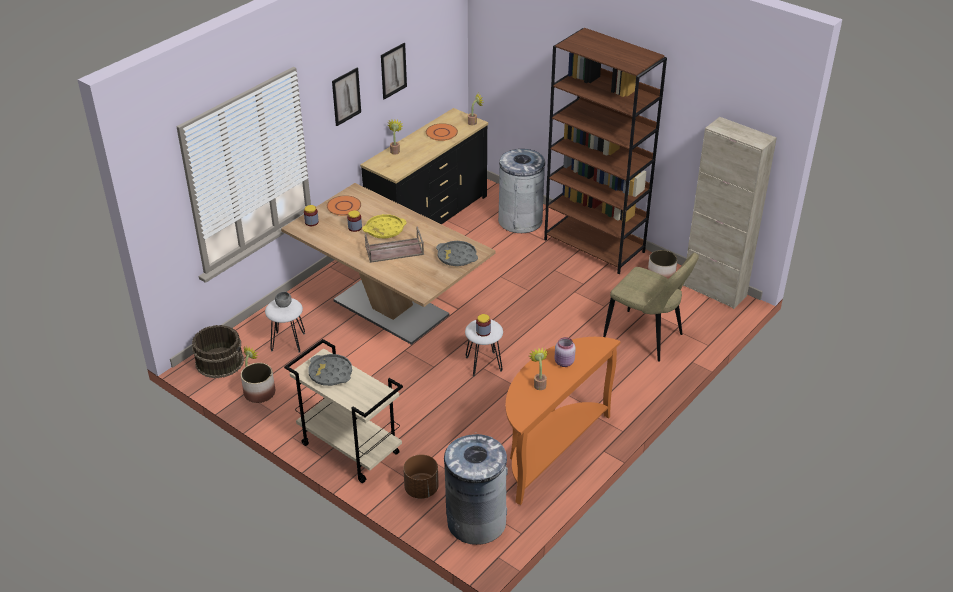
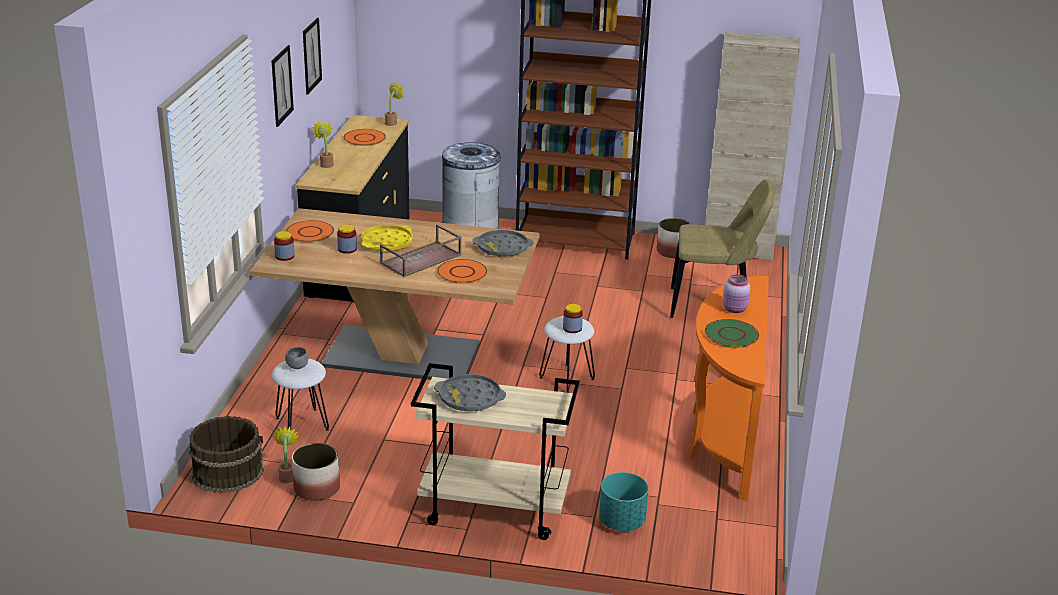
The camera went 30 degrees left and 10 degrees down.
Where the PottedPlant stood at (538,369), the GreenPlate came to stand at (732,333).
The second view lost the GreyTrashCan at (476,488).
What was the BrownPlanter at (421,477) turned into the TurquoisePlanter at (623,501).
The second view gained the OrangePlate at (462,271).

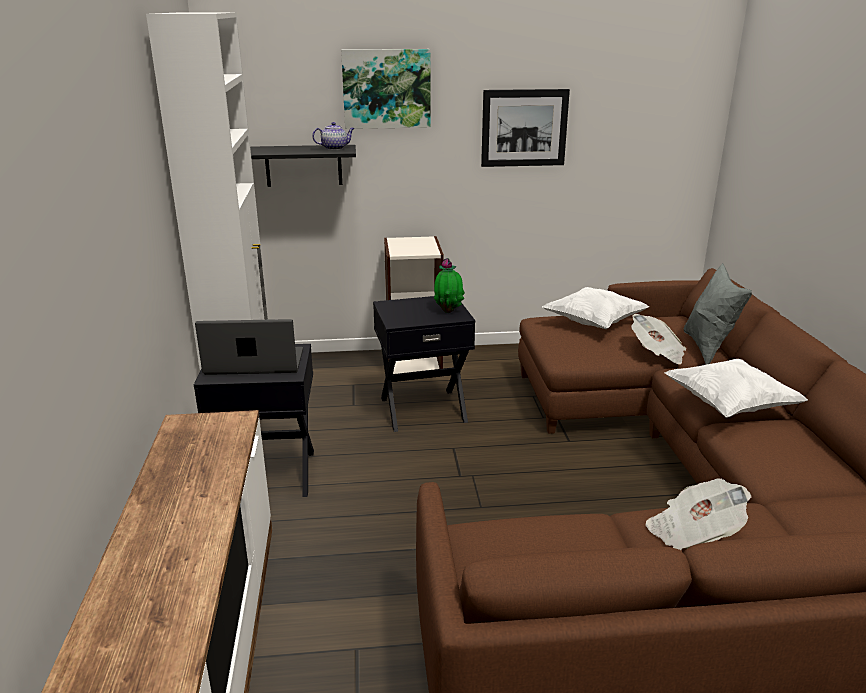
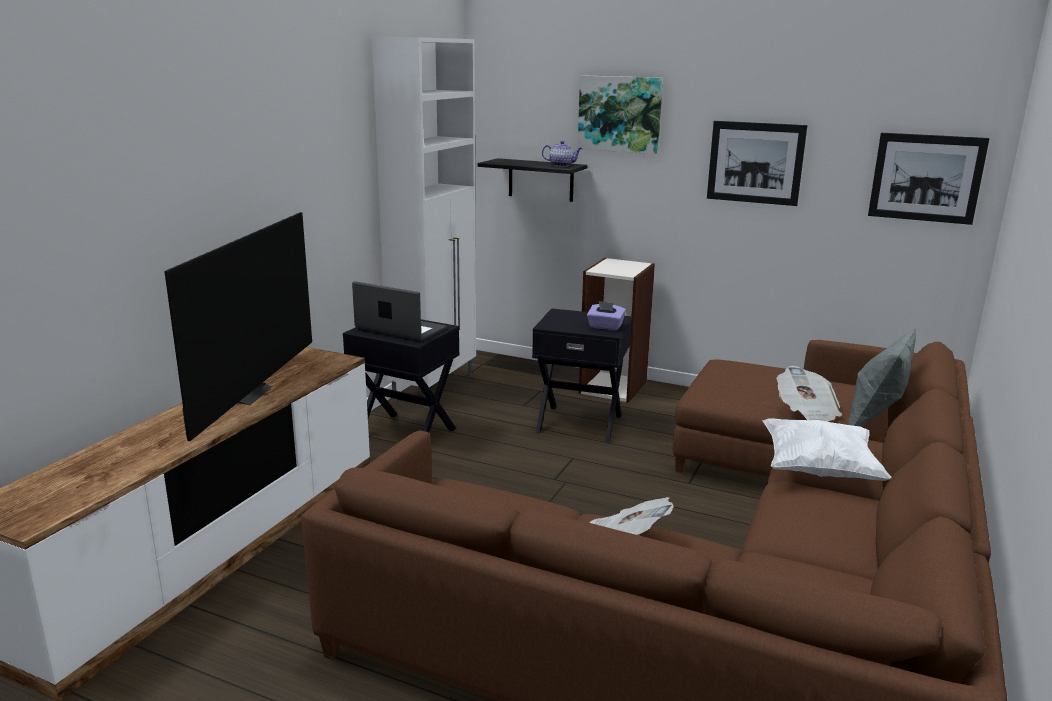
The camera went 30 degrees right and 5 degrees down.
Where the PottedPlant stood at (449,285), the PurpleTissueBox came to stand at (606,316).
The second view lost the WhitePillow at (595,308).
The second view gained the Picture at (928,179).
The second view gained the Television at (238,326).

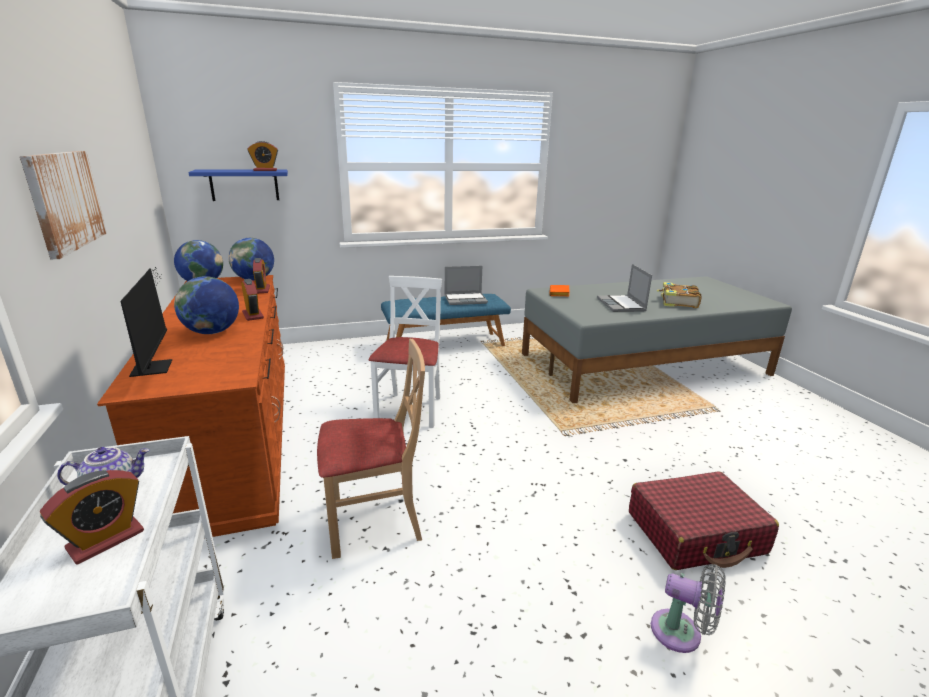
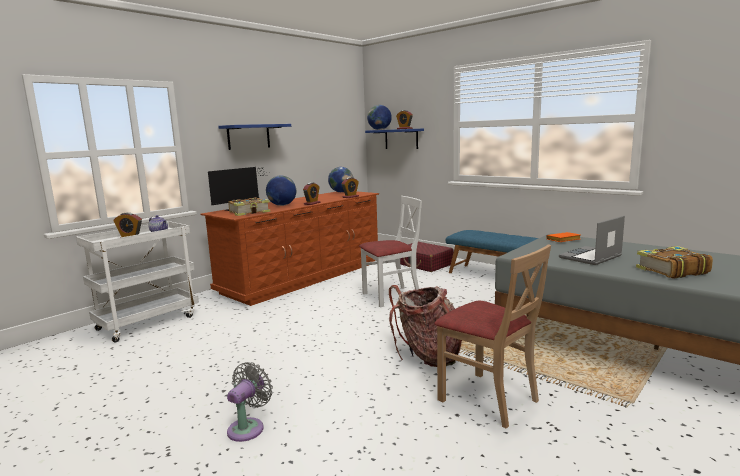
The camera went 60 degrees right and 10 degrees down.
Where the Picture hung at (63,205), the BlueShelf came to hang at (254,137).
The Globe ended up elsewhere, having gone from (251,259) to (379,117).
The second view lost the Laptop at (466,285).
The BeigeChair ended up elsewhere, having gone from (371,449) to (493,336).
The RedSuitcase ended up elsewhere, having gone from (704,520) to (427,256).
The GreyFan at (688,608) ended up facing another way, 150 degrees counterclockwise from before.
The second view gained the Book at (249,206).
The second view gained the Backpack at (425,326).

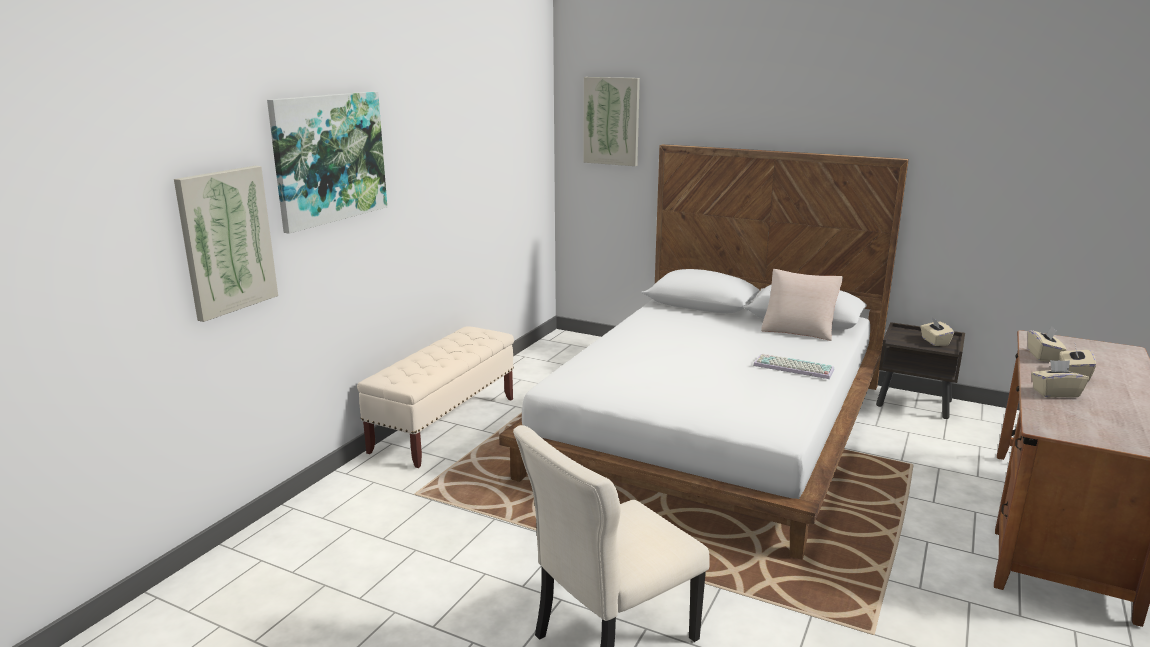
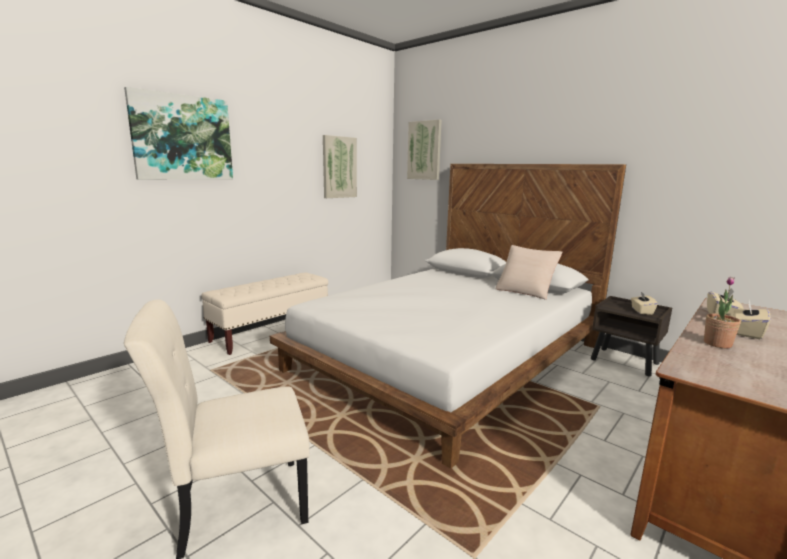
The camera went 15 degrees right and 5 degrees down.
The Picture ended up elsewhere, having gone from (226,244) to (340,166).
The second view lost the Keyboard at (793,366).
Where the BeigeTissueBox stood at (1060,378), the PottedPlant came to stand at (722,312).

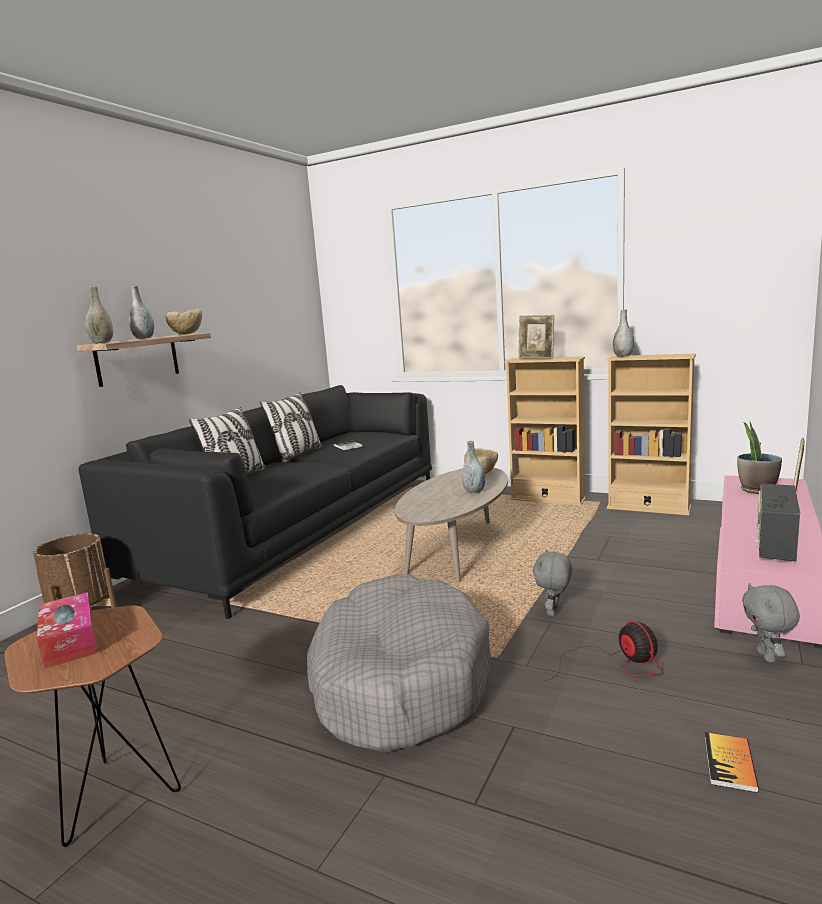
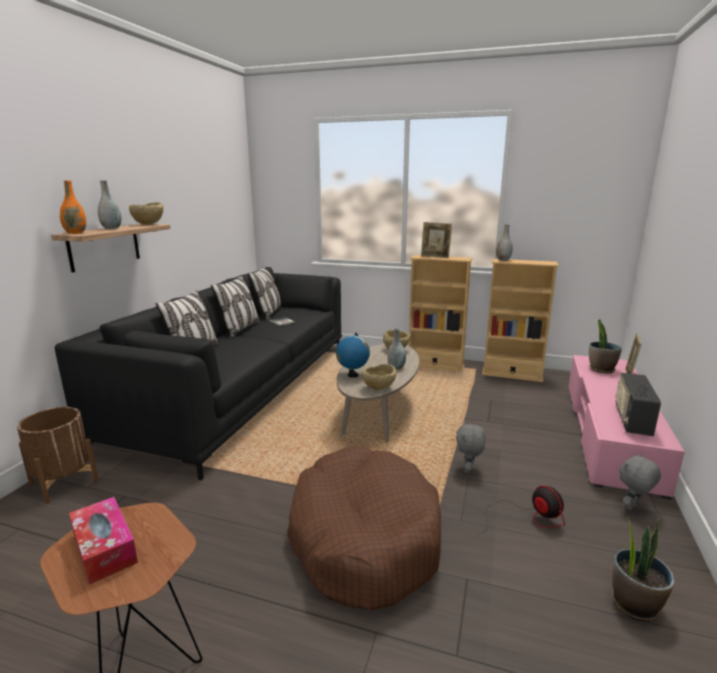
The camera went 10 degrees left and 5 degrees up.
What was the GreyVase at (99,314) turned into the OrangeVase at (73,207).
What was the GreyDogBed at (398,663) turned into the BrownDogBed at (364,528).
The GreyPlushToy at (771,622) ended up facing another way, 60 degrees clockwise from before.
Where the Book stood at (732,762), the PottedPlant came to stand at (643,568).
The second view gained the Pillow at (264,292).
The second view gained the Globe at (353,355).
The second view gained the BeigeBowl at (379,377).

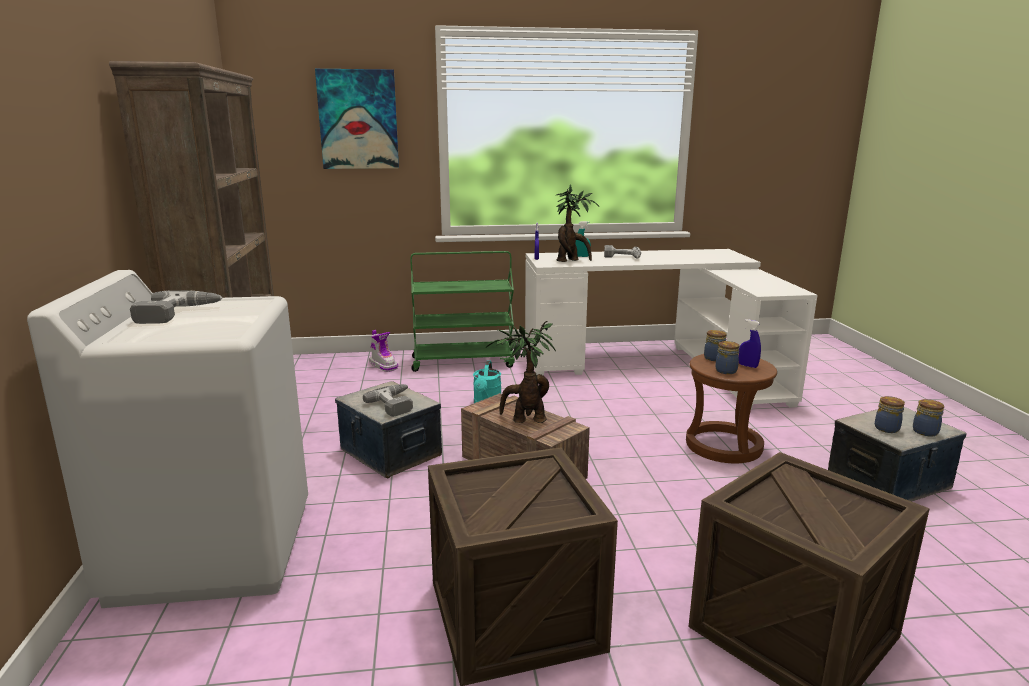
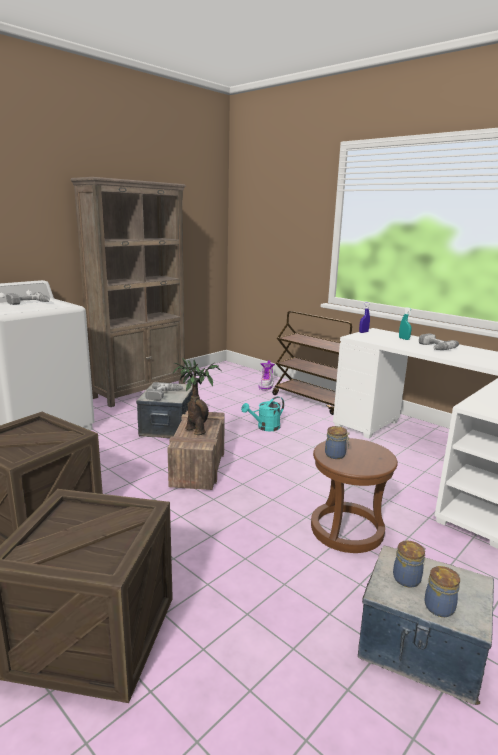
The camera went 50 degrees right and 0 degrees up.
The second view lost the Picture at (357,119).
The second view lost the PottedPlant at (577,223).
What was the GreenCart at (462,311) turned into the BrownCart at (312,363).
The second view lost the BlueSprayBottle at (750,343).
The second view lost the Jar at (715,345).

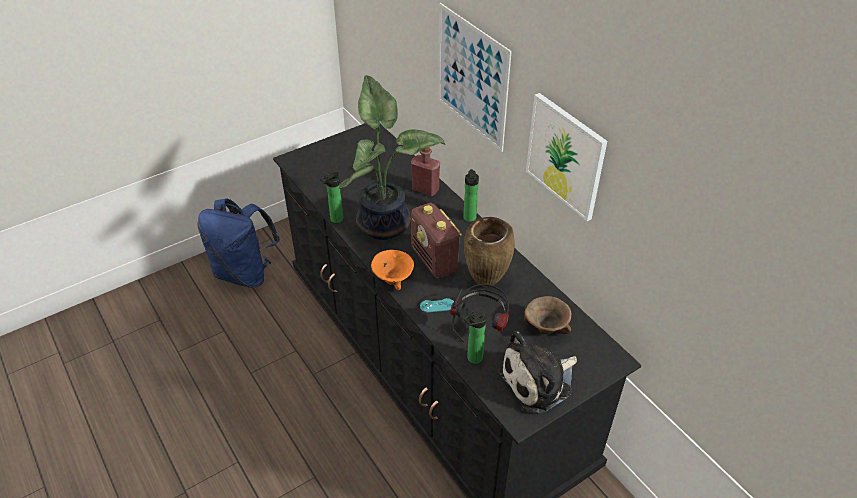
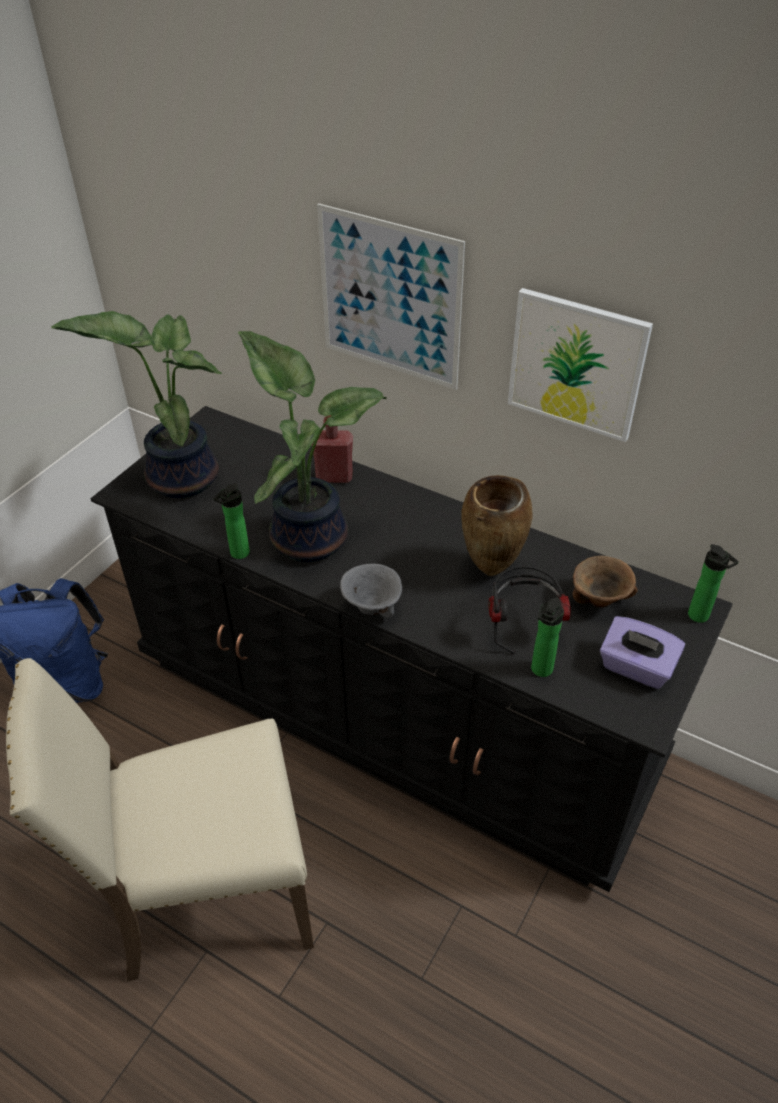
The camera went 25 degrees left and 0 degrees up.
The Bottle ended up elsewhere, having gone from (471,195) to (713,583).
The second view lost the Radio at (436,240).
What was the OrangeBowl at (392,270) turned into the GreyBowl at (371,591).
The second view lost the TurquoiseGameController at (437,305).
Where the PlushToy stood at (537,372), the PurpleTissueBox came to stand at (642,652).
The second view gained the PottedPlant at (136,404).
The second view gained the BeigeChair at (160,820).

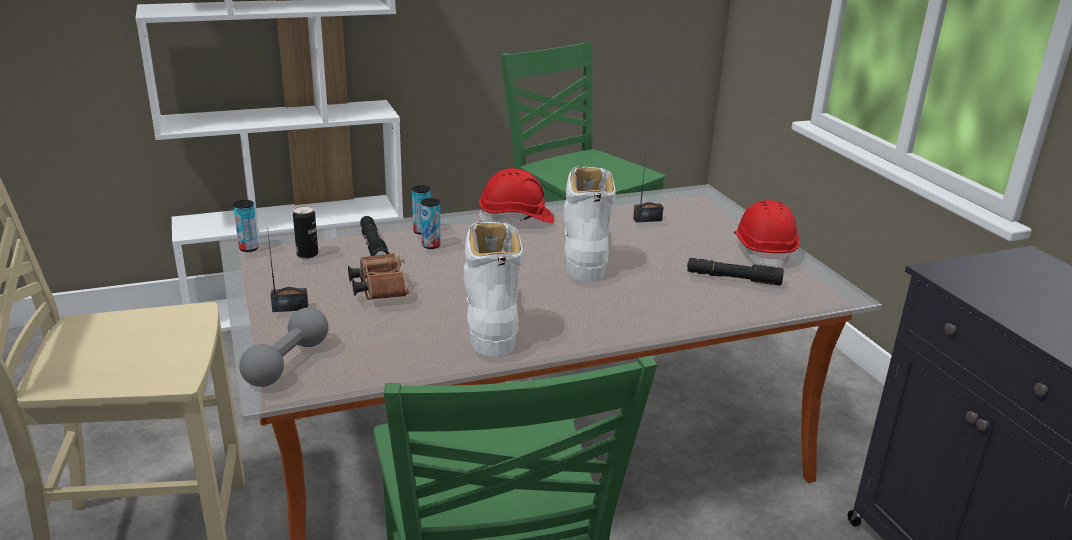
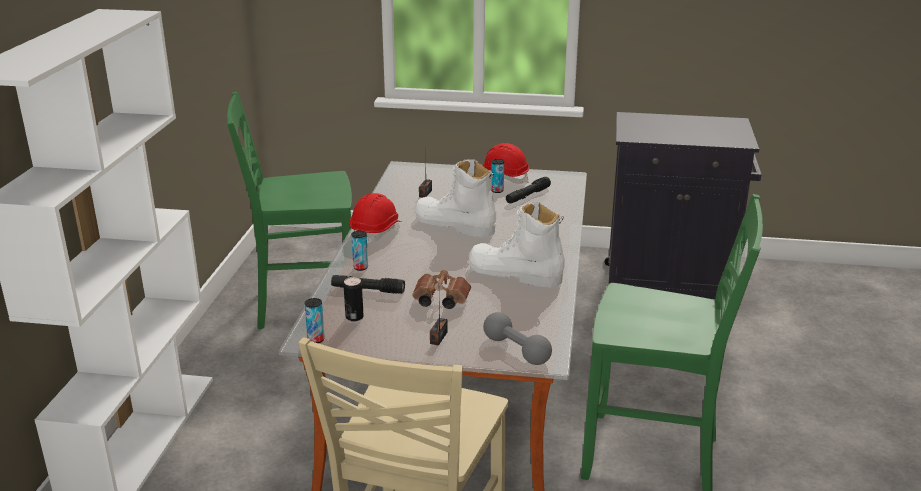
The camera went 60 degrees left and 0 degrees up.
The Can ended up elsewhere, having gone from (431,223) to (497,176).

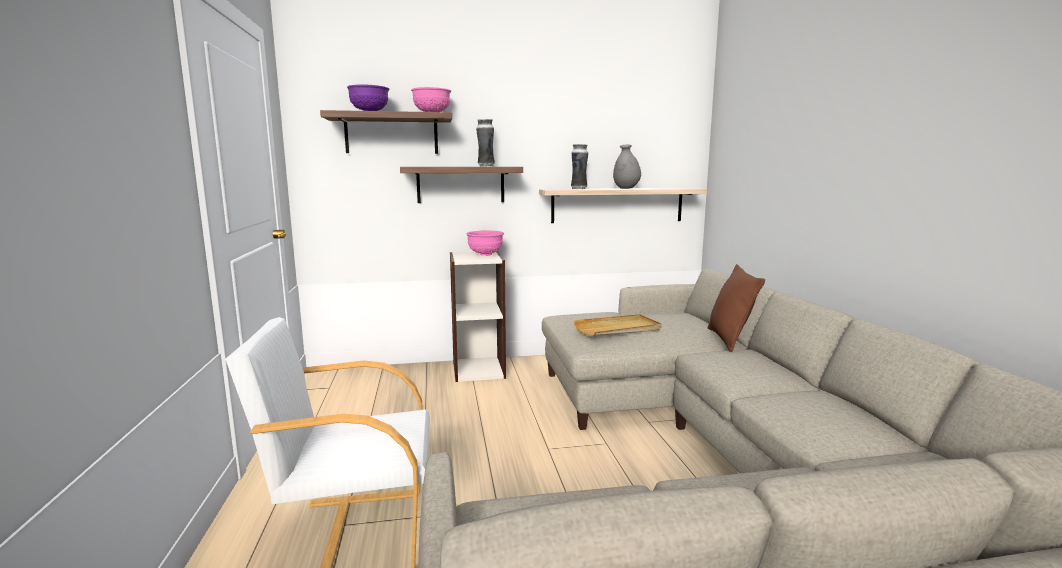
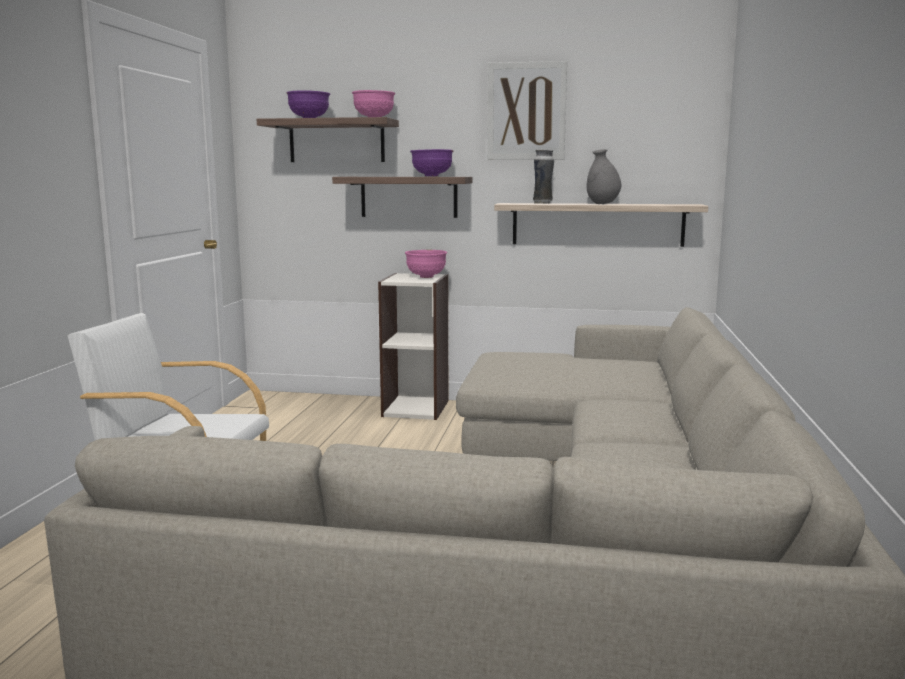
The camera went 20 degrees right and 0 degrees up.
Where the Vase stood at (485,142), the PurpleBowl came to stand at (431,162).
The second view lost the BrownPillow at (736,308).
The second view lost the BeigeTray at (617,325).
The second view gained the Picture at (527,110).

